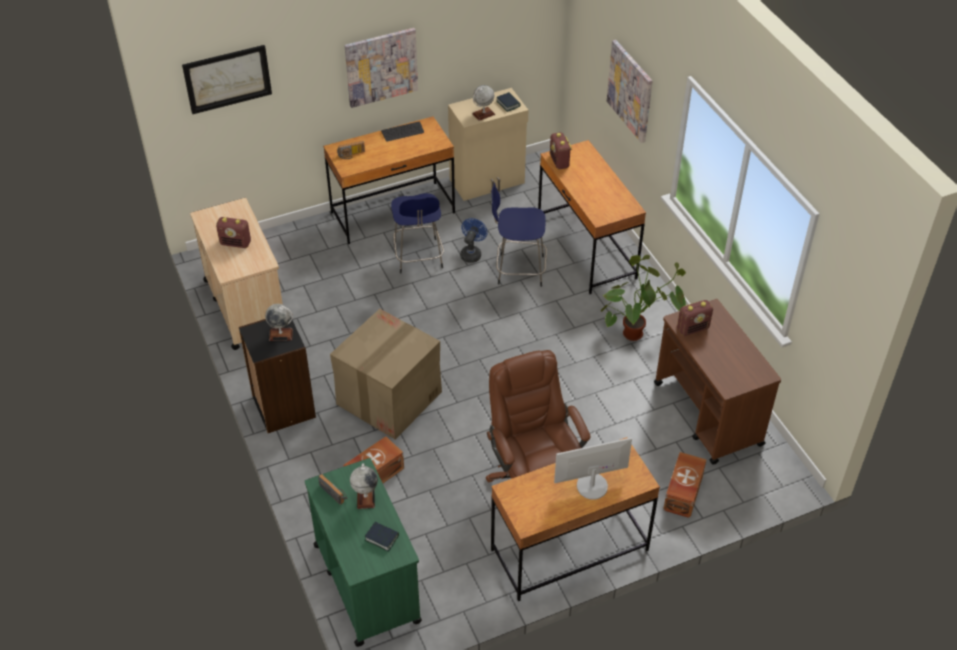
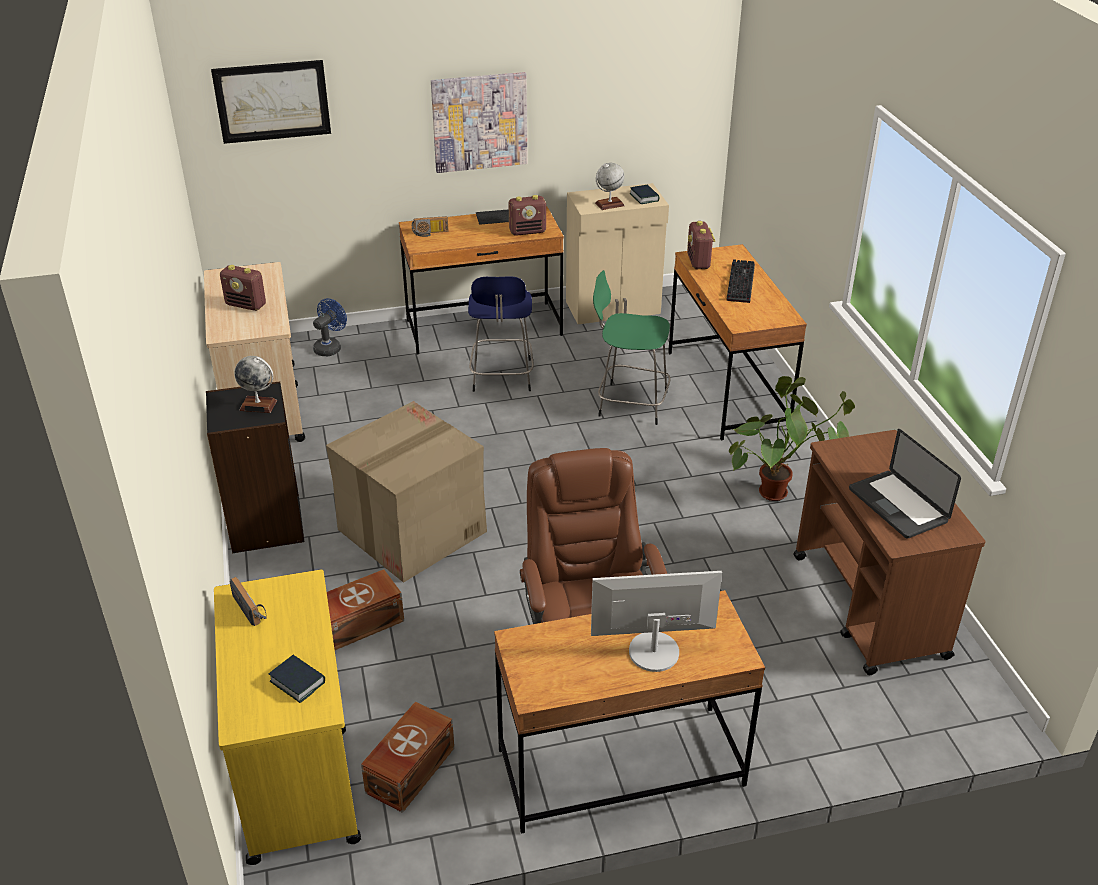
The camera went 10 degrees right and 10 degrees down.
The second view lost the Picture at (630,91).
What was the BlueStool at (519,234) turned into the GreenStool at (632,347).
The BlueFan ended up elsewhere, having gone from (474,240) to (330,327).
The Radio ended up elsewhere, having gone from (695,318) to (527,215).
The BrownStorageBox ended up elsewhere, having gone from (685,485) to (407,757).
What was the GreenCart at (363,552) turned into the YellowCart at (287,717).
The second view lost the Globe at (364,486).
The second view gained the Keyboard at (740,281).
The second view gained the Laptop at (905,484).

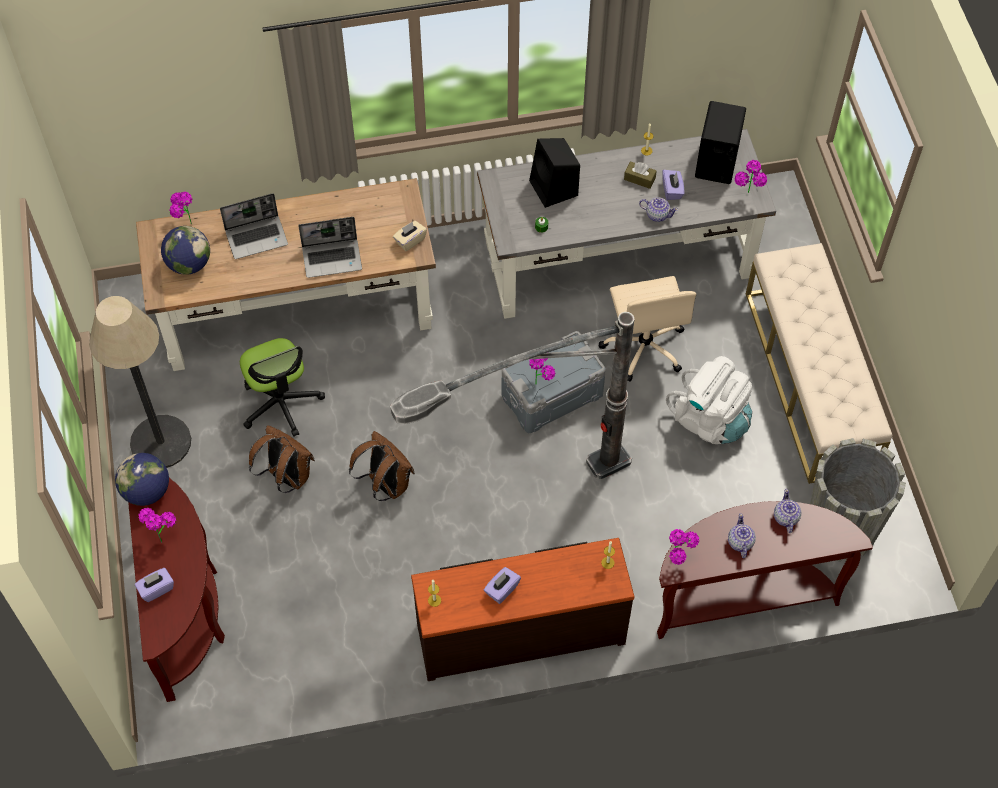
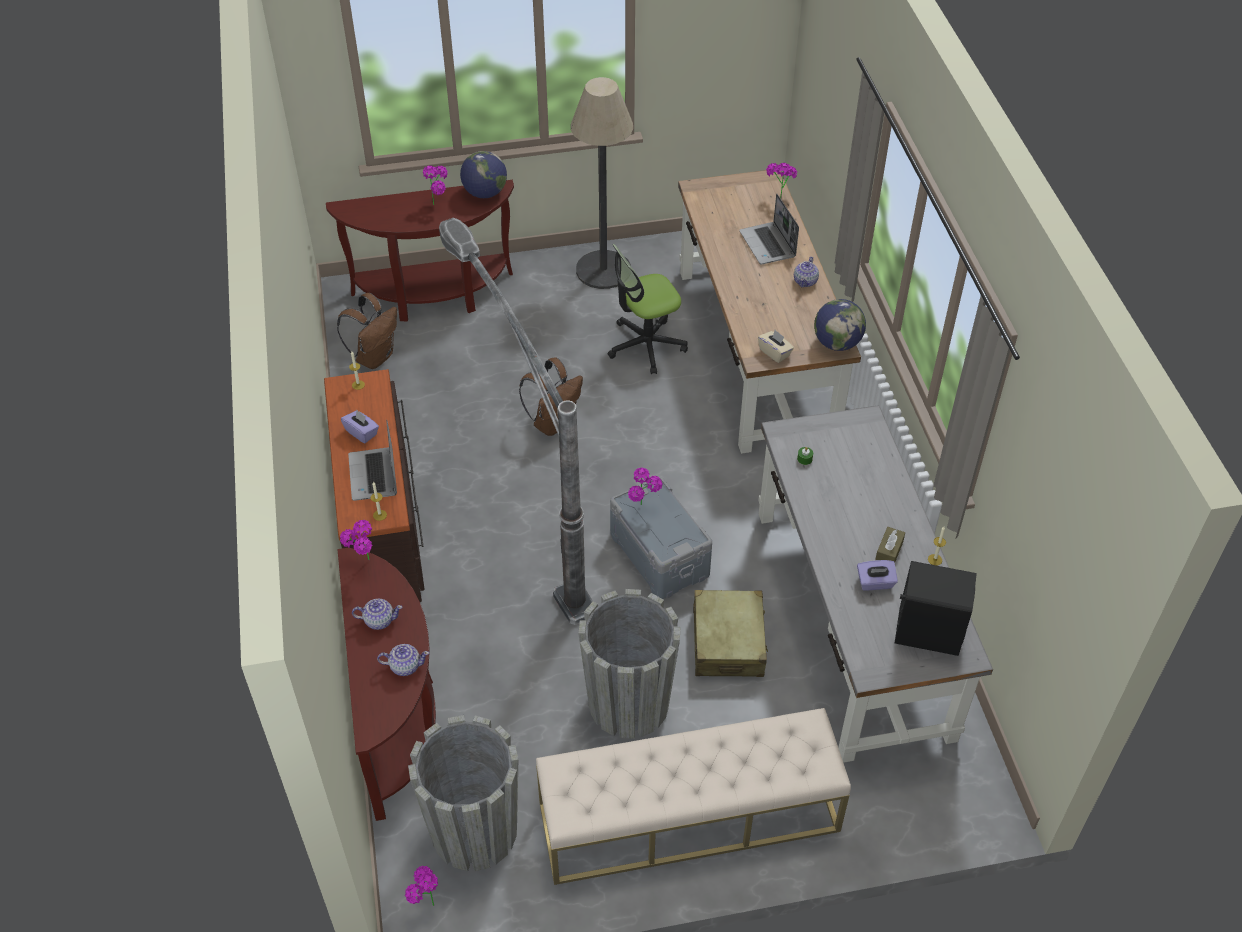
The camera went 90 degrees right and 10 degrees down.
The second view lost the BlackSpeaker at (554,173).
The PottedPlant ended up elsewhere, having gone from (750,176) to (421,886).
The Teapot ended up elsewhere, having gone from (658,209) to (806,271).
The Laptop ended up elsewhere, having gone from (330,247) to (372,460).
The Globe ended up elsewhere, having gone from (185,250) to (840,325).
Where the BeigeOfficeChair stood at (648,329), the BeigeSuitcase came to stand at (730,633).
Where the WhiteBackpack stood at (709,400), the GreyPlanter came to stand at (629,664).
The BrownBackpack ended up elsewhere, having gone from (282,459) to (367,331).
The second view lost the PurpleTissueBox at (154,585).

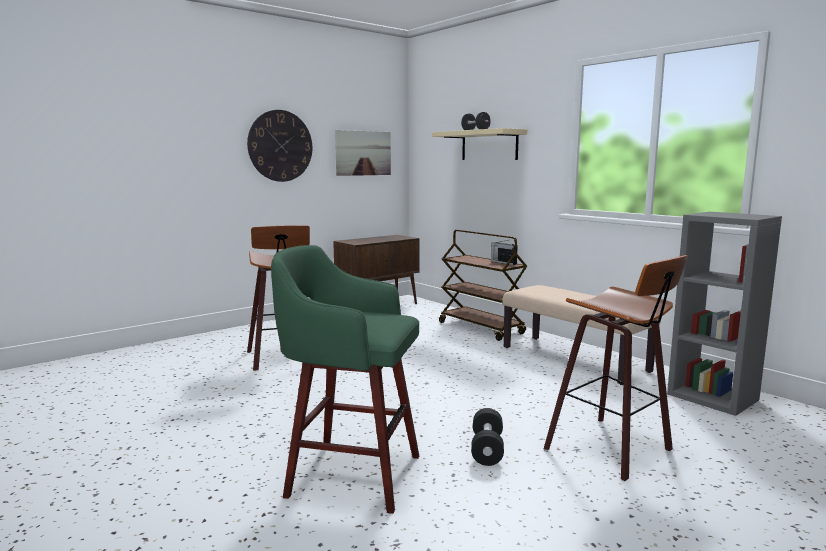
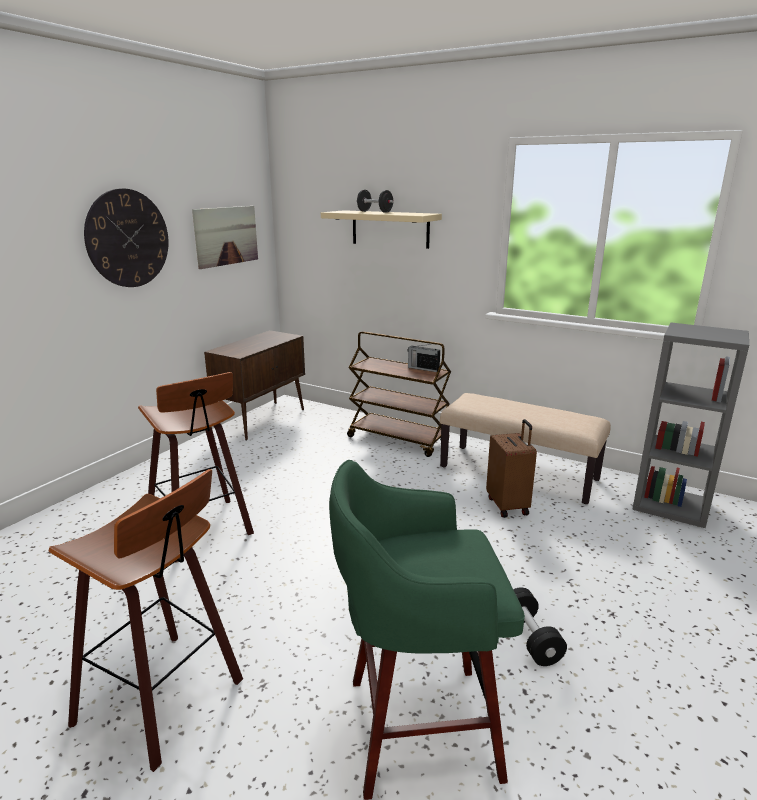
The camera went 20 degrees left and 10 degrees up.
The Stool ended up elsewhere, having gone from (616,368) to (146,620).
The second view gained the BrownSuitcase at (511,468).

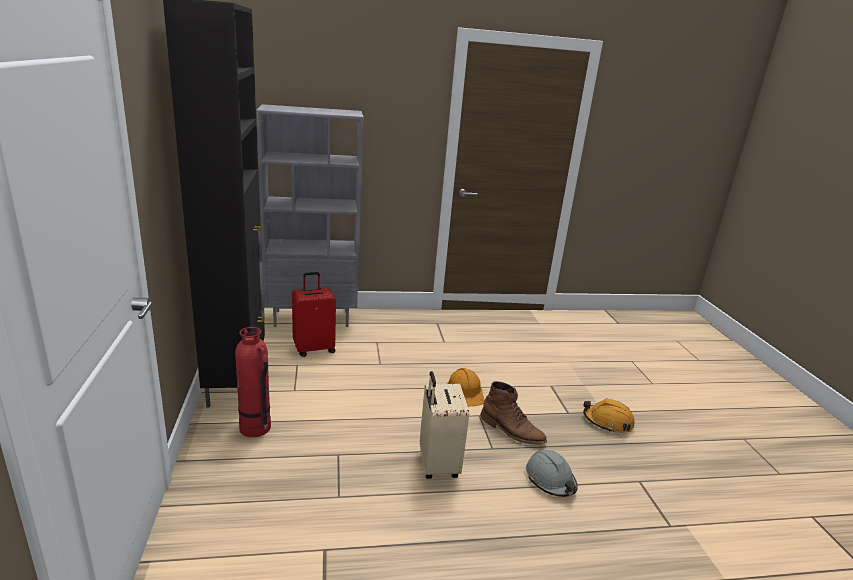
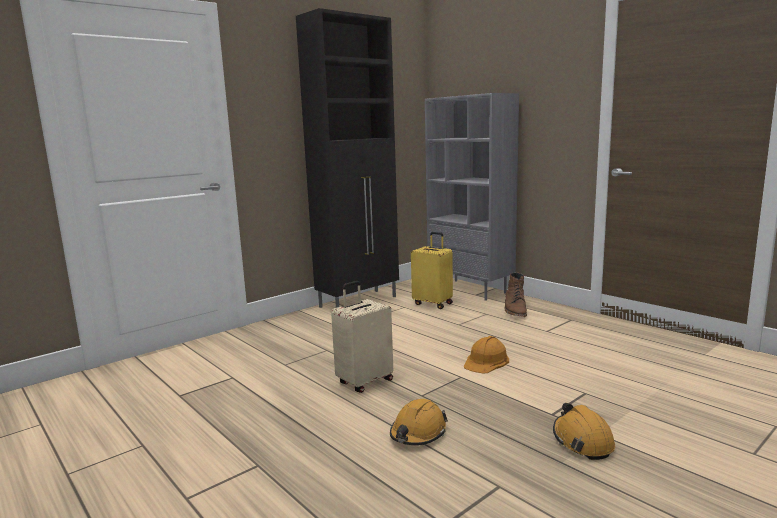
The camera went 60 degrees right and 10 degrees down.
What was the RedSuitcase at (314,314) turned into the YellowSuitcase at (432,270).
The second view lost the FireExtinguisher at (253,382).
The BrownBoot ended up elsewhere, having gone from (513,413) to (515,294).
What was the GreyHardHat at (552,473) turned into the OrangeHardHat at (419,422).

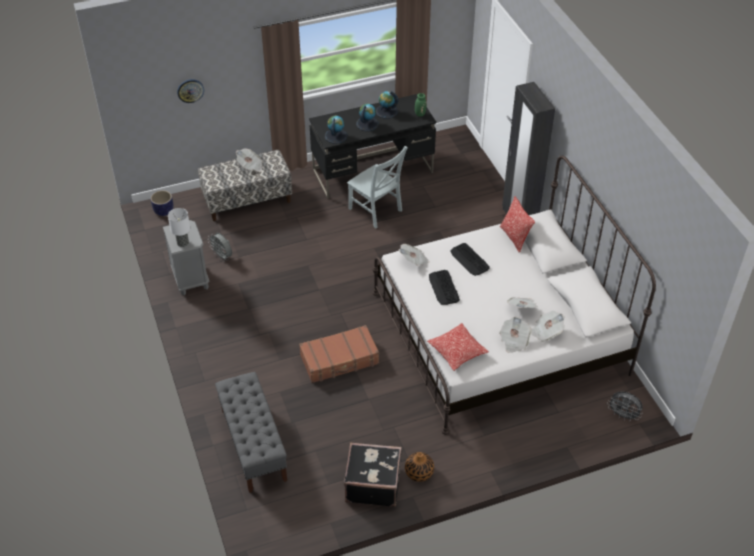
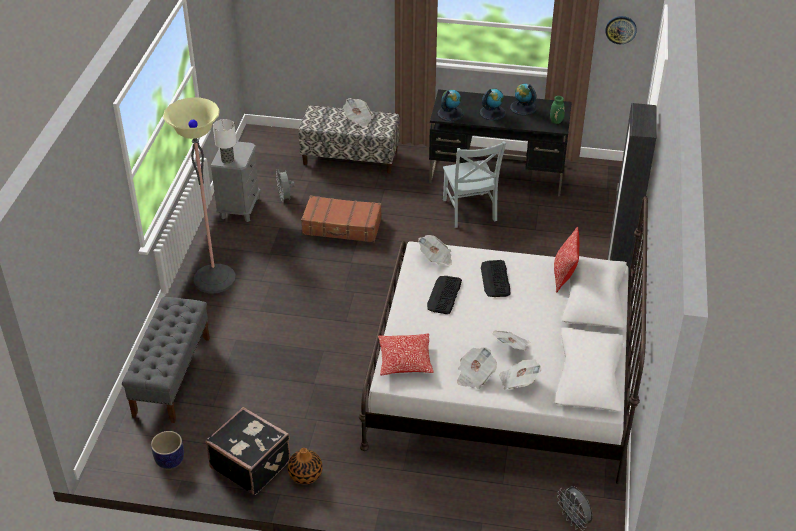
The camera went 30 degrees right and 5 degrees down.
The WallClock ended up elsewhere, having gone from (190,91) to (621,30).
The Planter ended up elsewhere, having gone from (162,203) to (167,450).
The BrownSuitcase ended up elsewhere, having gone from (339,354) to (341,219).
The second view gained the FloorLamp at (199,195).

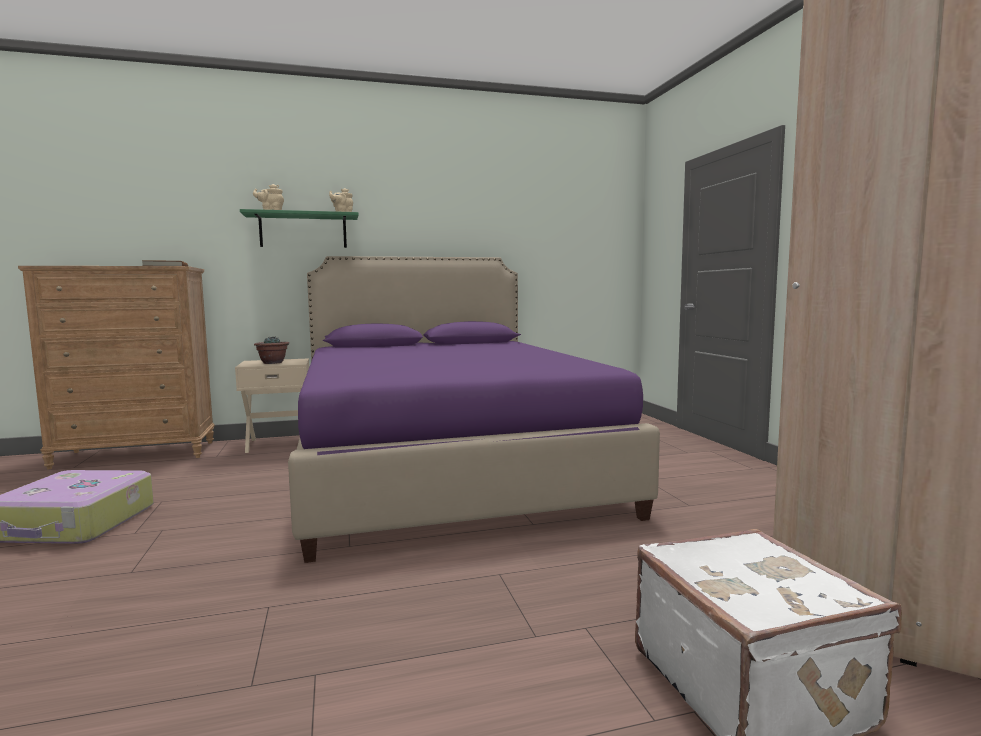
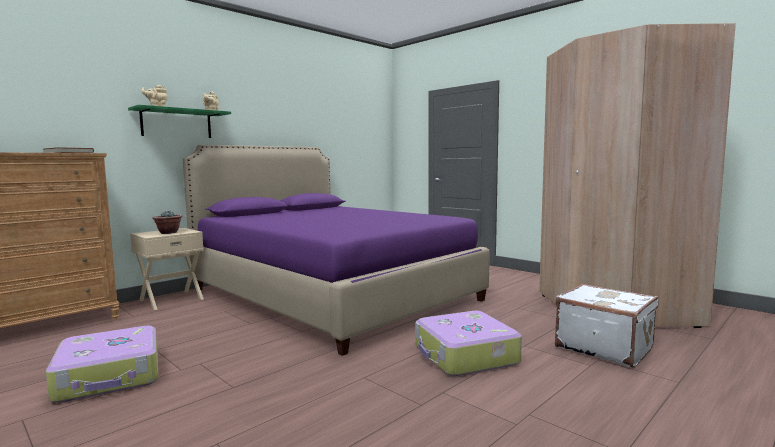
The camera went 30 degrees left and 0 degrees up.
The second view gained the Suitcase at (468,343).

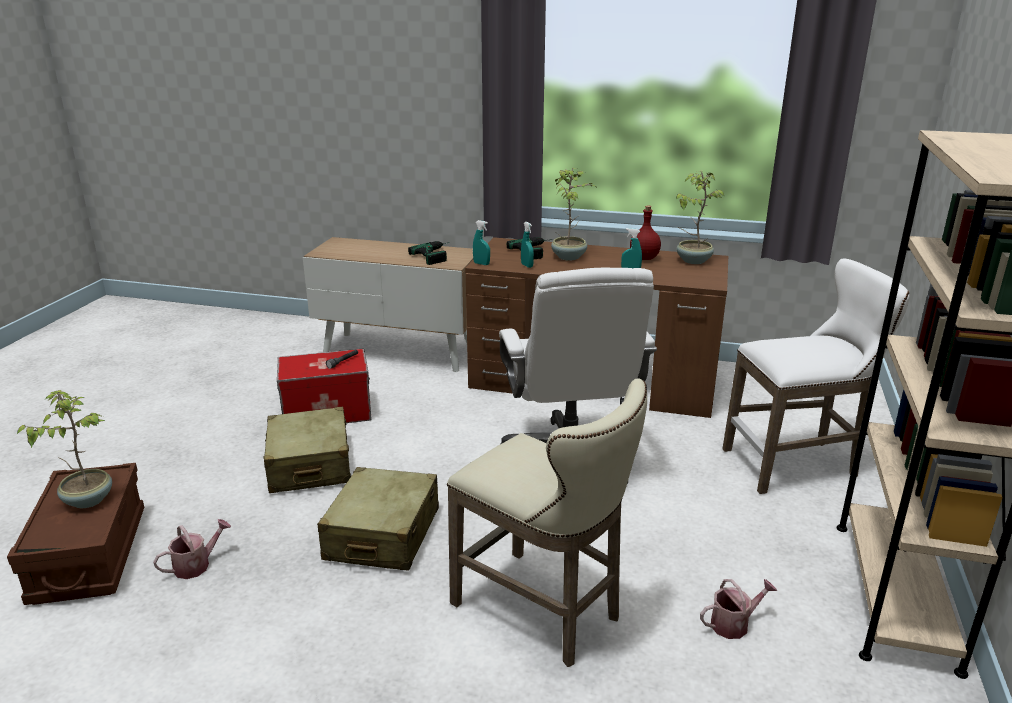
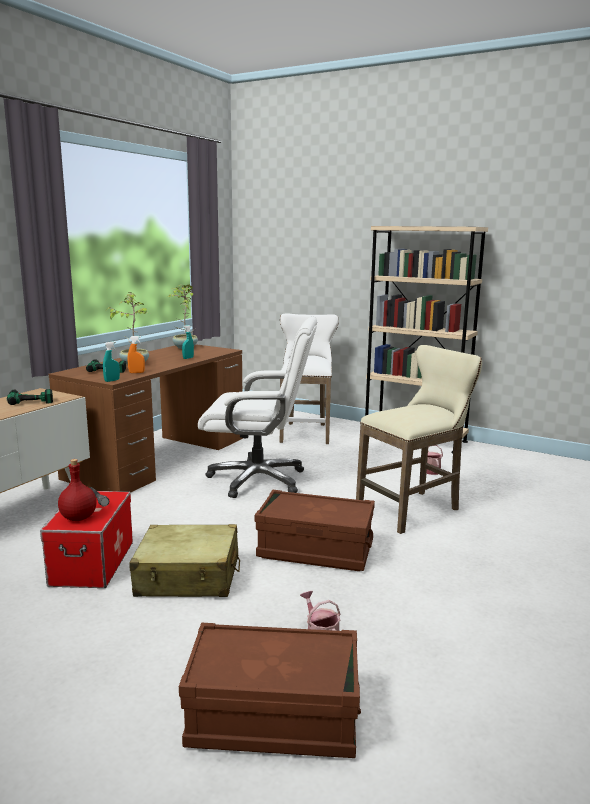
The camera went 75 degrees left and 10 degrees down.
The RedBottle ended up elsewhere, having gone from (645,232) to (77,490).
What was the TurquoiseSprayBottle at (527,245) turned into the OrangeSprayBottle at (136,354).
The second view lost the PottedPlant at (64,449).
Where the BeigeSuitcase stood at (378,519), the BrownStorageBox came to stand at (315,530).

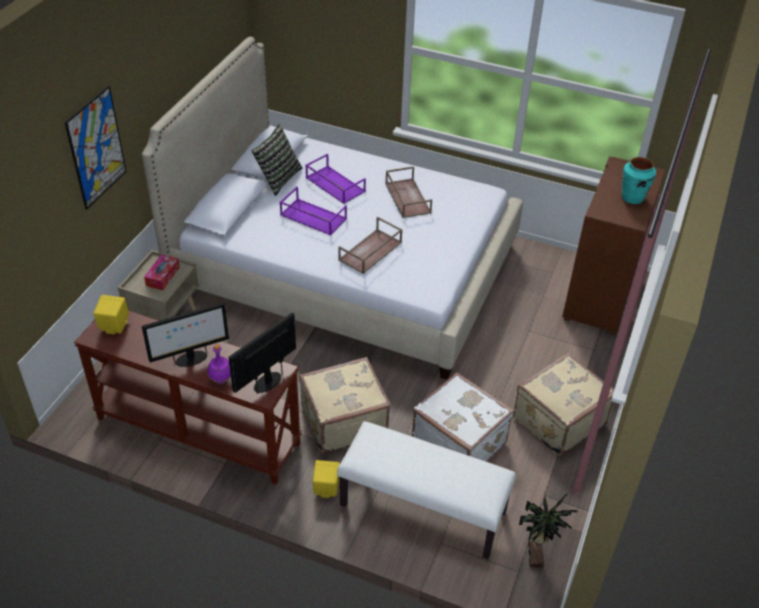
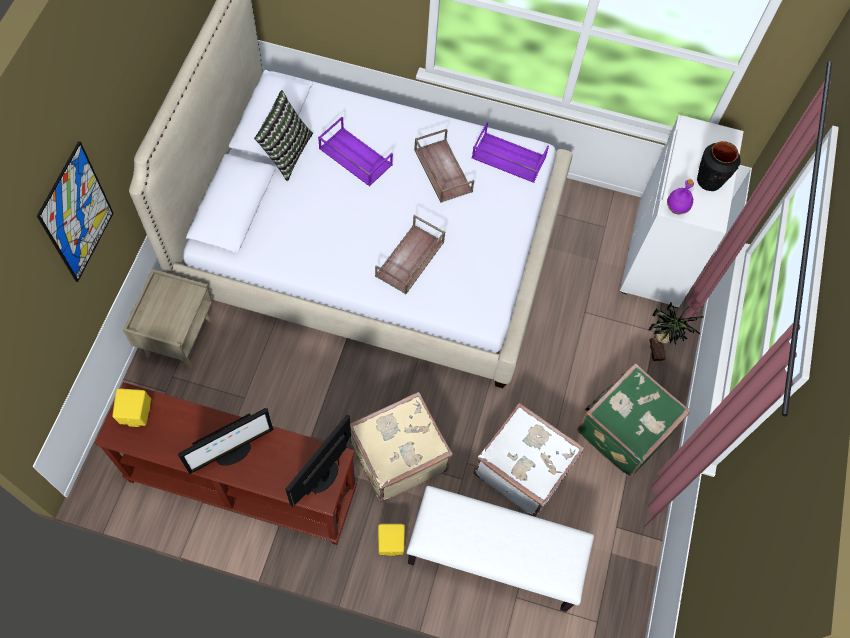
The camera went 10 degrees left and 20 degrees up.
What was the BrownCabinet at (613,245) turned into the WhiteCabinet at (682,211).
What was the TurquoiseVase at (639,180) turned into the BlackVase at (719,166).
The PurpleTray ended up elsewhere, having gone from (313,210) to (510,152).
The second view lost the TissueBox at (162,272).
The PurpleBottle ended up elsewhere, having gone from (219,364) to (680,196).
What was the BeigeSuitcase at (564,404) turned into the GreenSuitcase at (634,420).
The PottedPlant ended up elsewhere, having gone from (548,531) to (676,332).

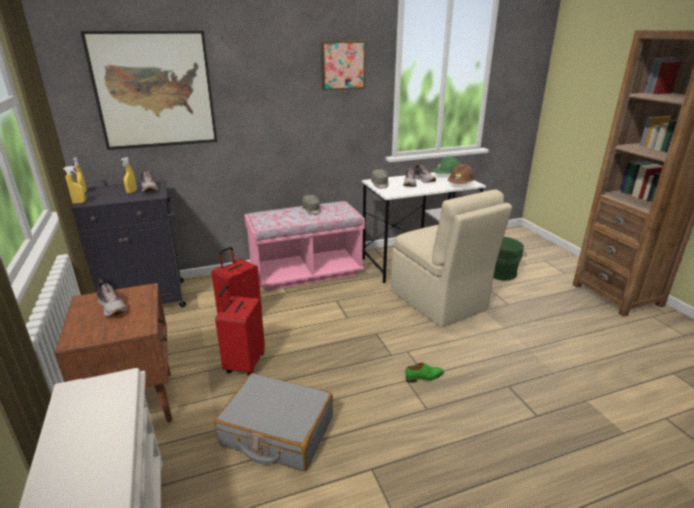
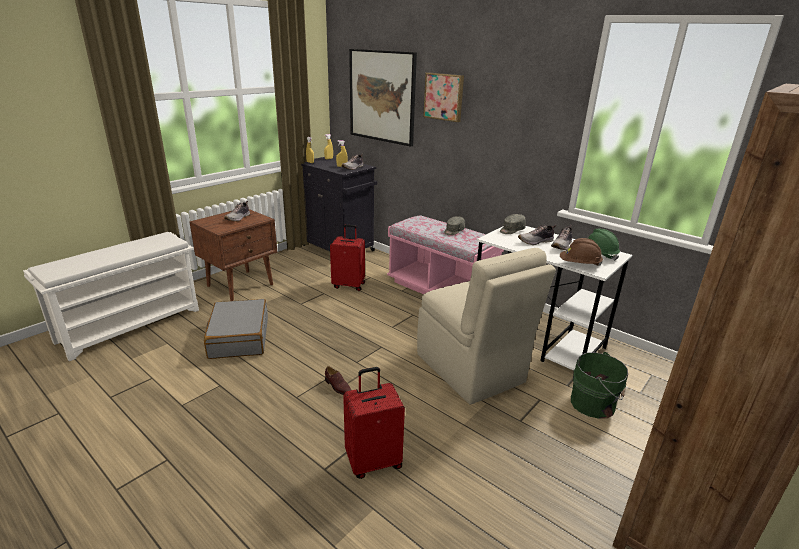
The camera went 60 degrees right and 0 degrees up.
The Picture ended up elsewhere, having gone from (343,65) to (443,97).
The BeigeChair at (451,258) ended up facing another way, 60 degrees counterclockwise from before.
The RedSuitcase ended up elsewhere, having gone from (240,330) to (374,423).
What was the GreenShoe at (424,372) turned into the BrownShoe at (338,380).

